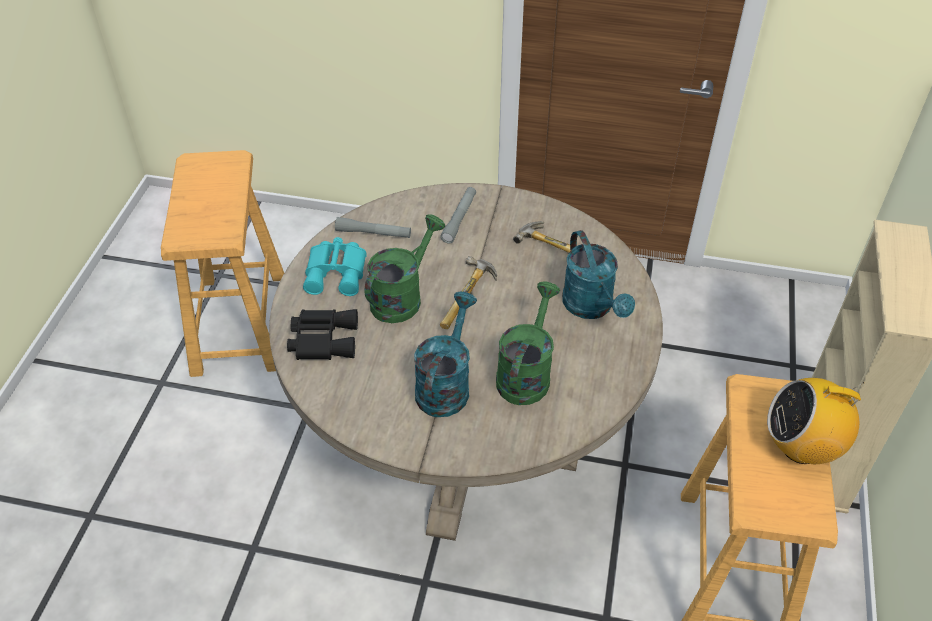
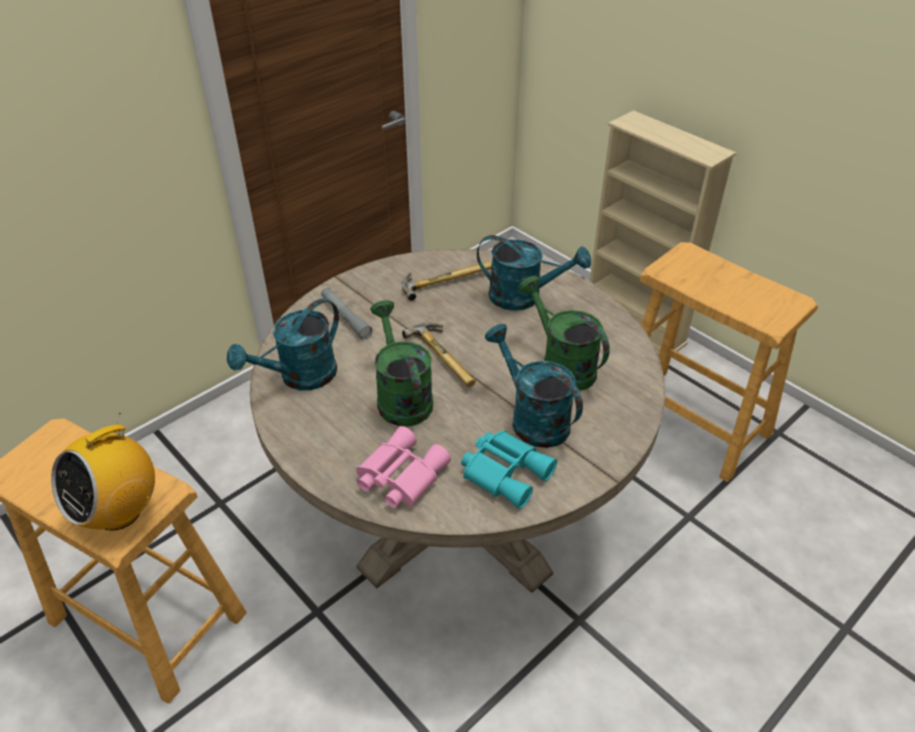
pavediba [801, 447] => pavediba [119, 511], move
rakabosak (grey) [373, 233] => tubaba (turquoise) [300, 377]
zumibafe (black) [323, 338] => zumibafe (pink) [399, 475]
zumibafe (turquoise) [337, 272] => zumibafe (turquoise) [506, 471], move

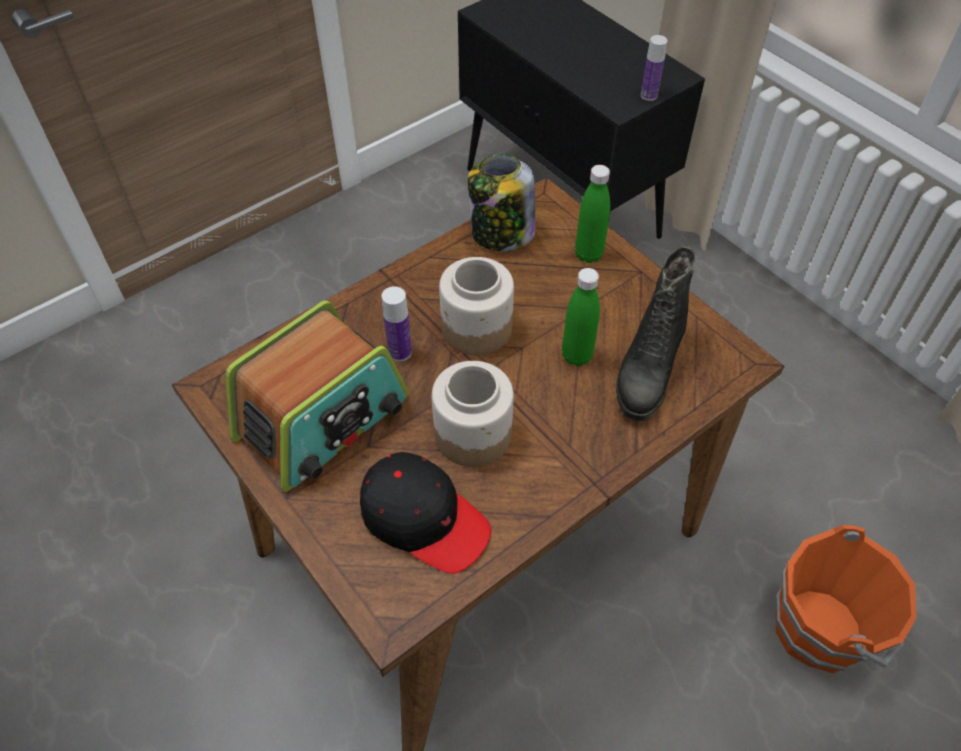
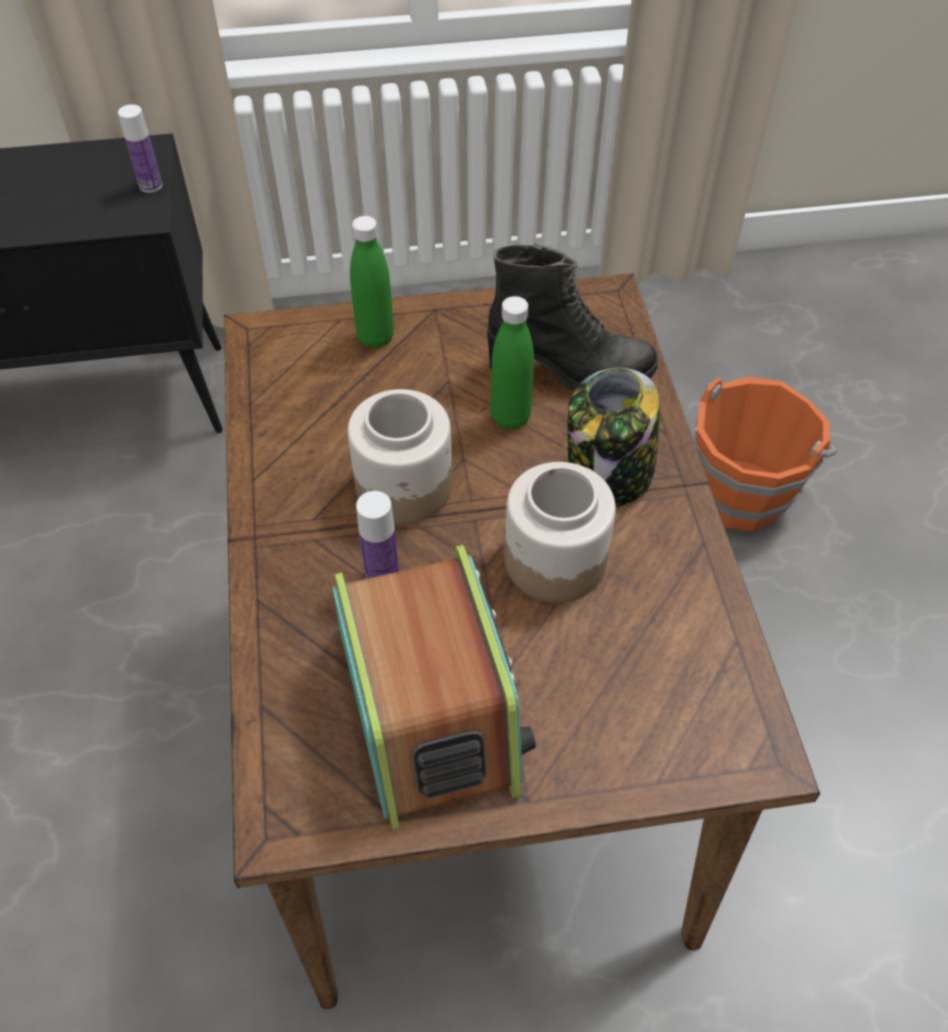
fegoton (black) [646, 371] => fegoton (black) [571, 372], 45 degrees counterclockwise
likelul [501, 234] => likelul [609, 475], move
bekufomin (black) [424, 519] => nothing

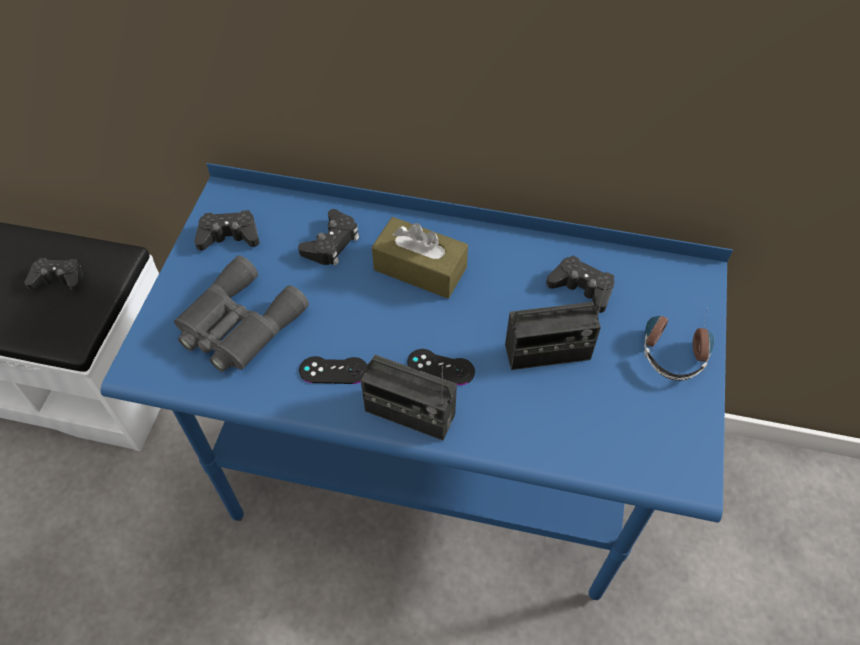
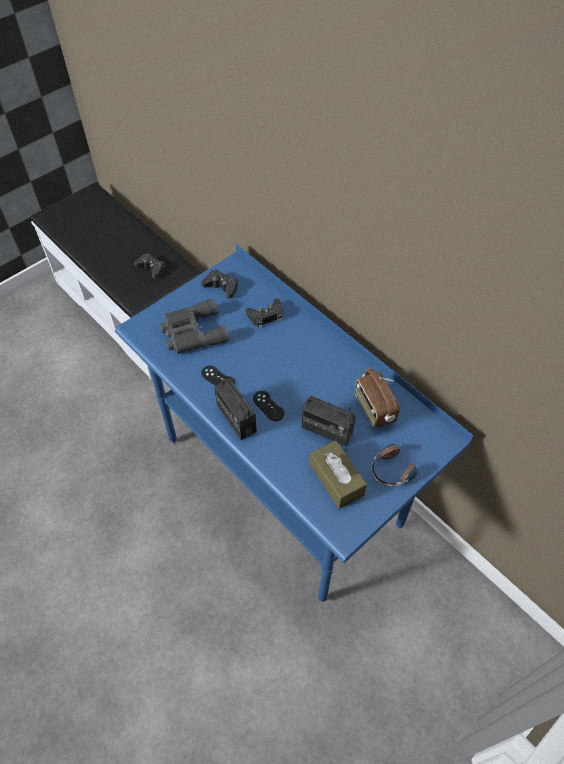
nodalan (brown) [420, 269] => nodalan (brown) [336, 479], move
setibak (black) [581, 288] => pavediba [373, 409]

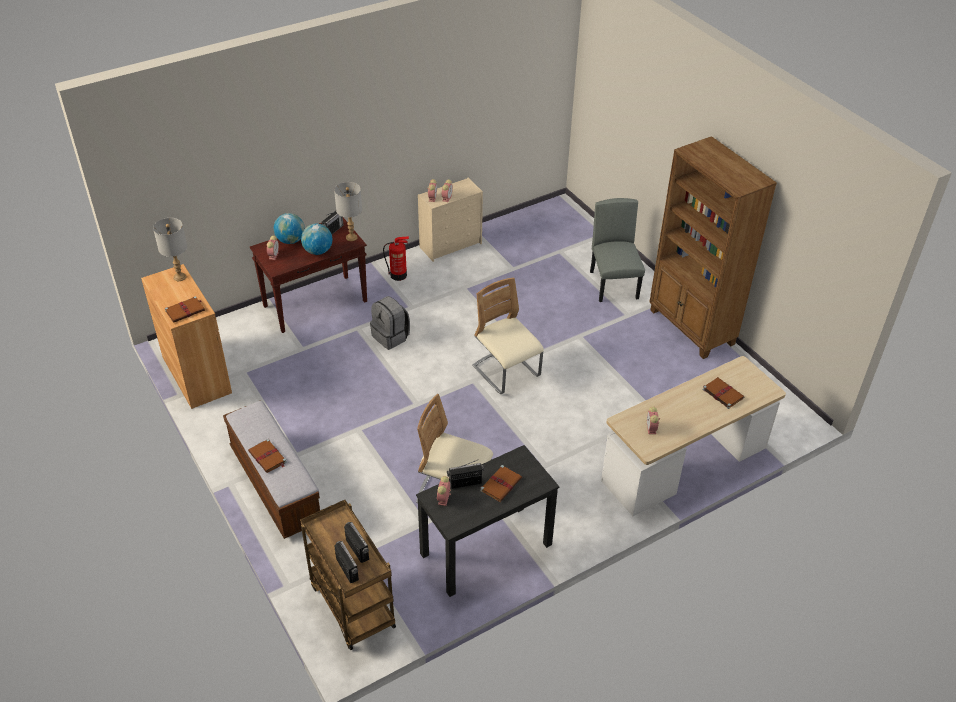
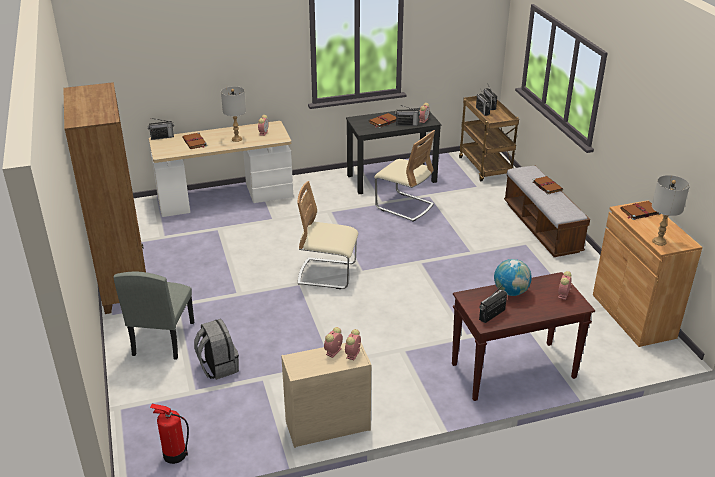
nothing => pavediba [162, 137]
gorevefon [399, 275] => gorevefon [174, 454], move
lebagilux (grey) [391, 337] => lebagilux (grey) [218, 367], move
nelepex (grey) [351, 237] => nelepex (grey) [236, 139], move
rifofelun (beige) [506, 372] => rifofelun (beige) [327, 274], 120 degrees clockwise
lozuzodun [291, 240] => nothing

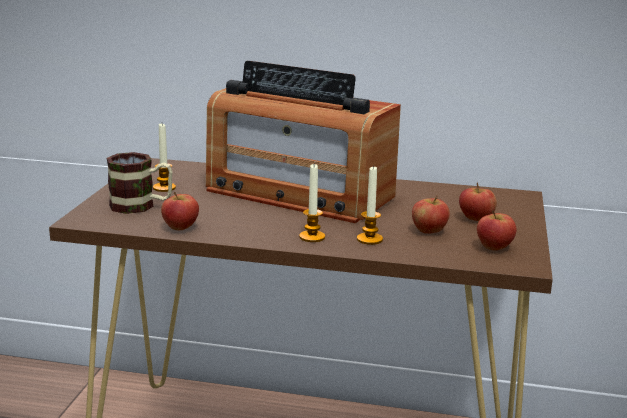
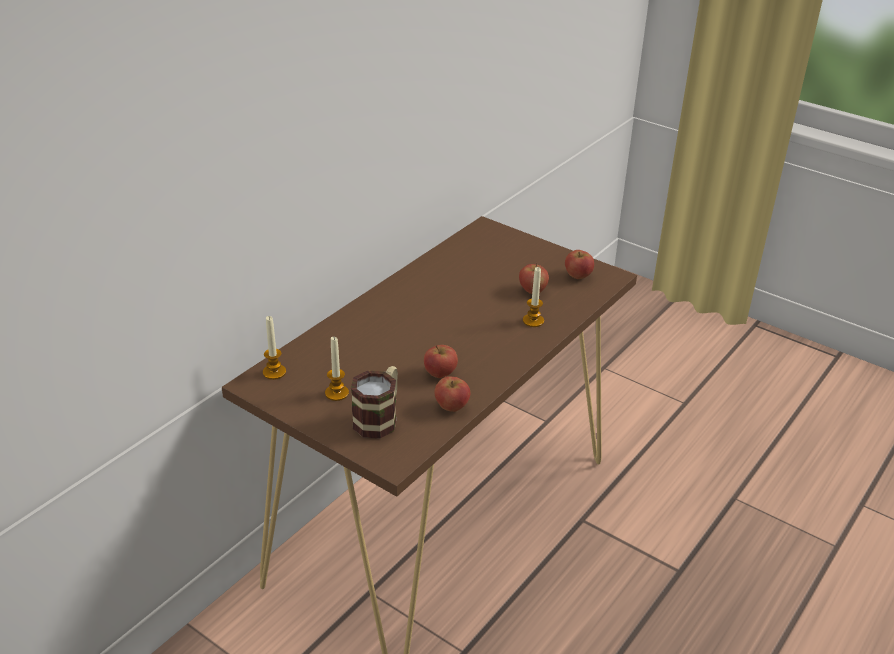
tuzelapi [312, 237] => tuzelapi [274, 372], move
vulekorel [476, 219] => vulekorel [440, 374], move
pavediba [298, 194] => nothing

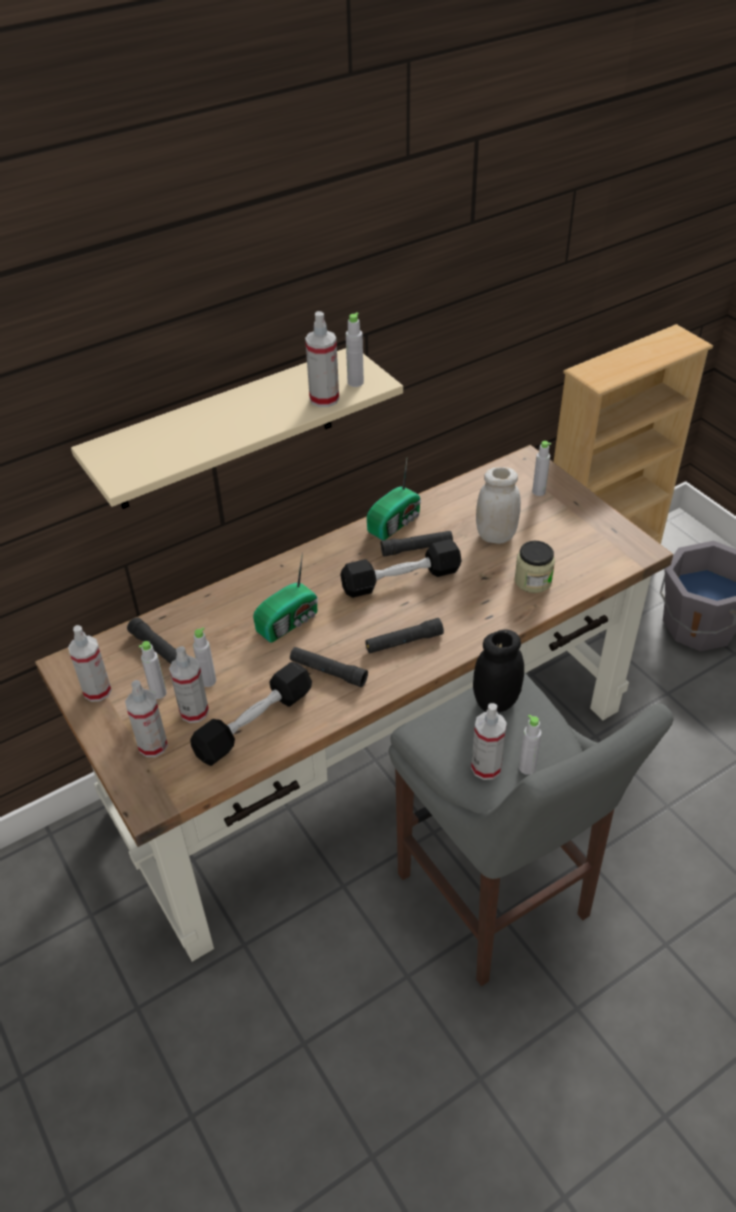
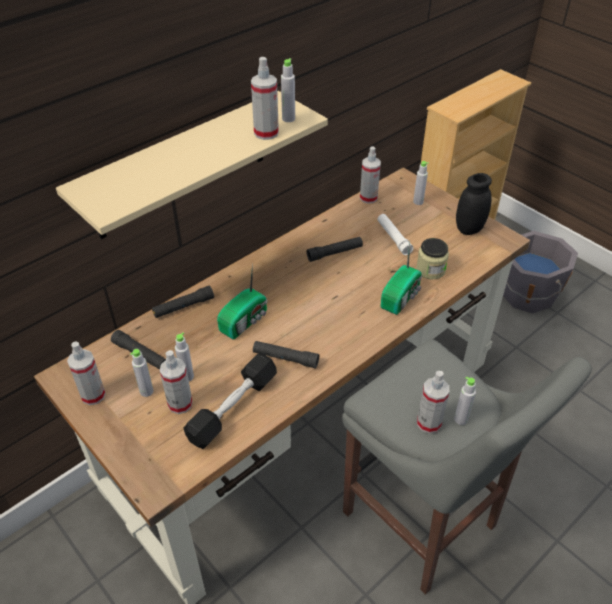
rakabosak (black) [404, 642] => rakabosak (black) [183, 307], move
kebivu [153, 745] => kebivu [368, 198], move
likelul (white) [495, 536] => rakabosak (white) [393, 238]
pavediba [396, 523] => pavediba [402, 297], move
likelul (black) [496, 702] => likelul (black) [469, 229], move
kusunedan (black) [401, 579] => nothing

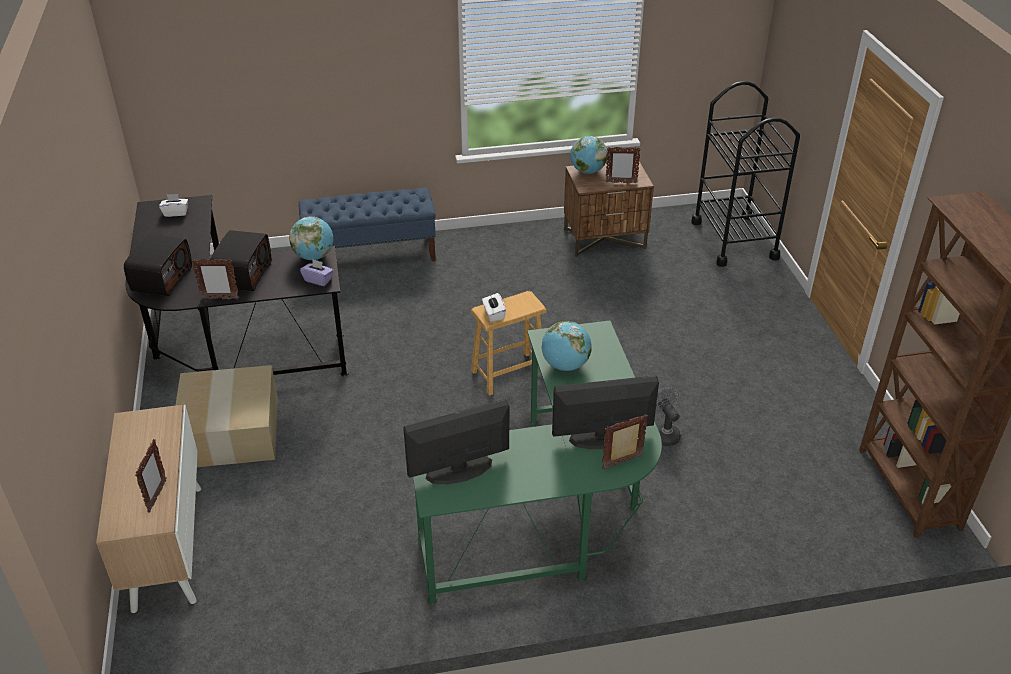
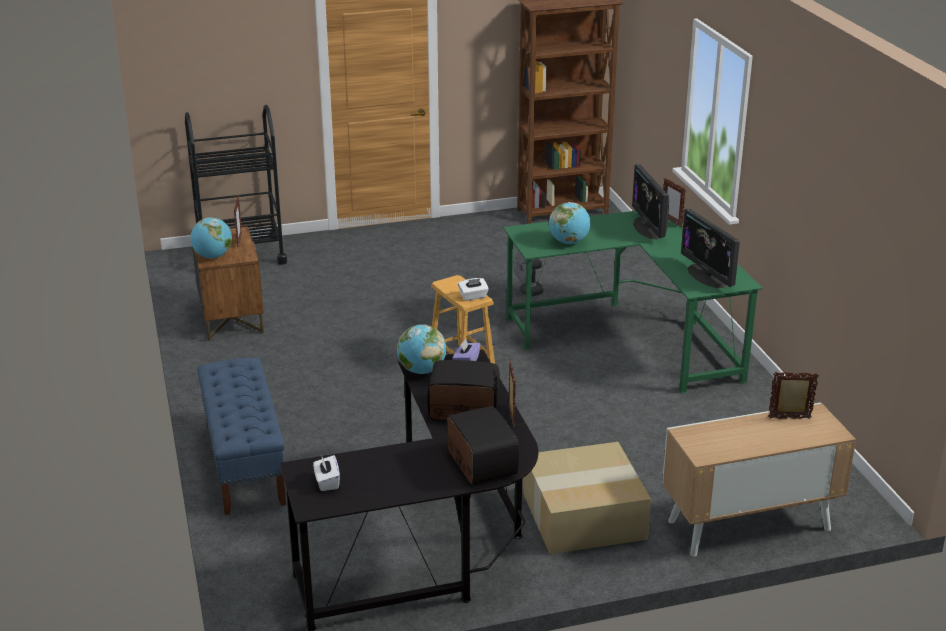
pavediba [161, 279] => pavediba [480, 463], 60 degrees clockwise

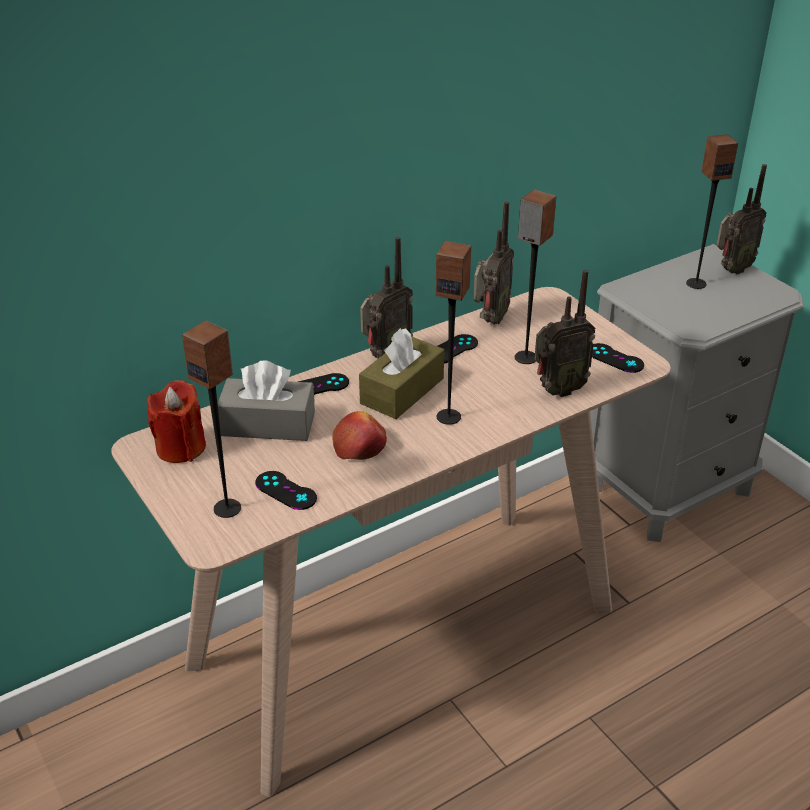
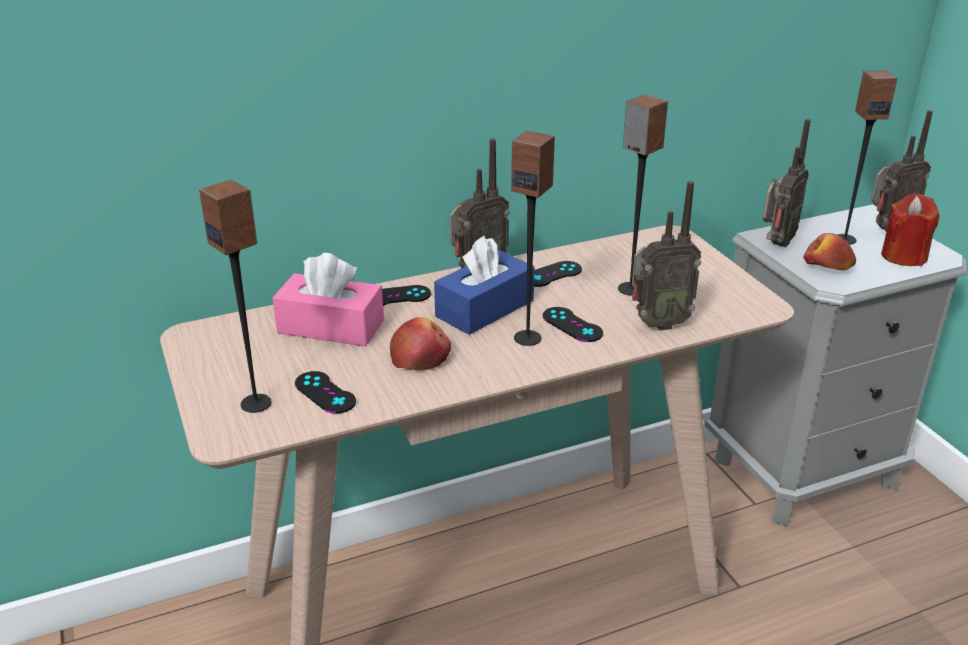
nodalan (grey) [268, 424] => nodalan (pink) [331, 327]
nodalan (brown) [402, 391] => nodalan (blue) [484, 308]
setibak (black) [615, 358] => setibak (black) [572, 325], move
pavediba [489, 320] => pavediba [775, 243], move
nothing => vulekorel [827, 266]
tuzelapi (red) [181, 447] => tuzelapi (red) [904, 256], move

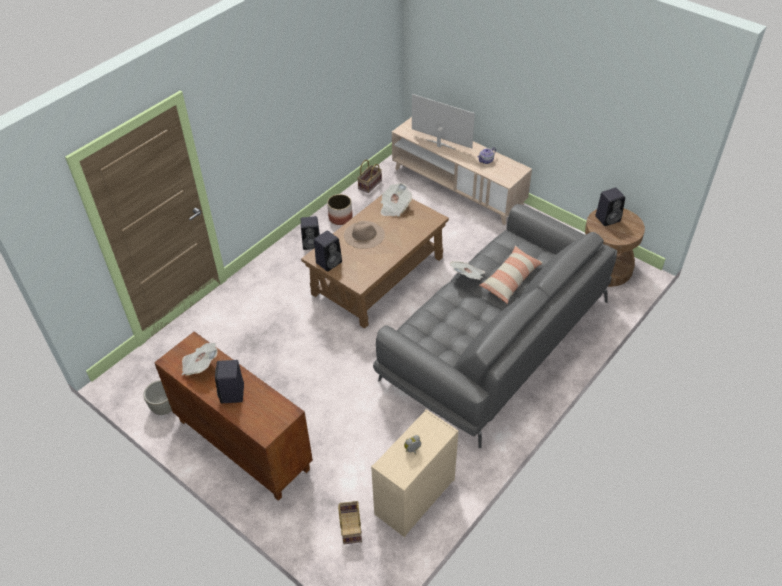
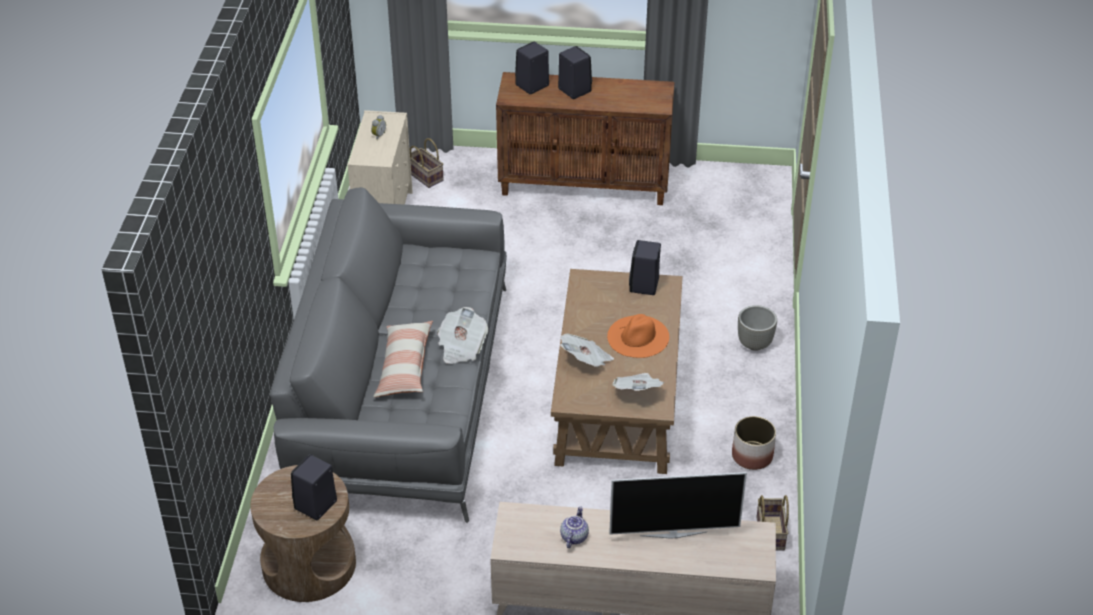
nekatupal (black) [312, 243] => nekatupal (black) [531, 86], move
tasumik [200, 365] => tasumik [586, 361], move
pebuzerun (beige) [364, 235] => pebuzerun (orange) [638, 336]
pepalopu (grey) [165, 408] => pepalopu (grey) [754, 344], move

